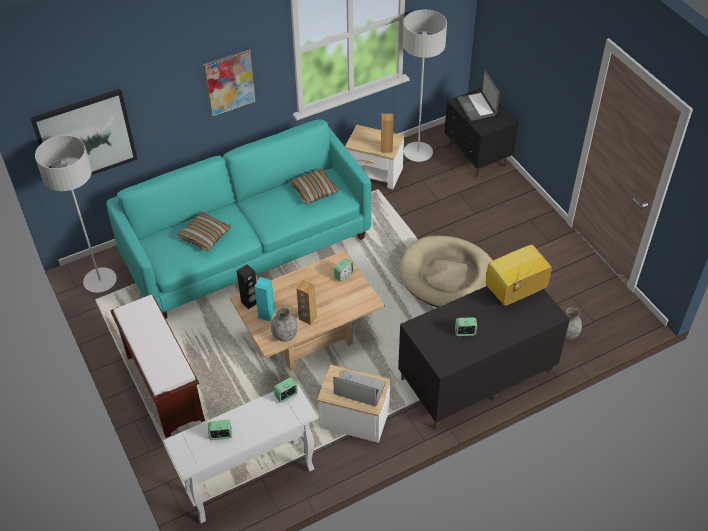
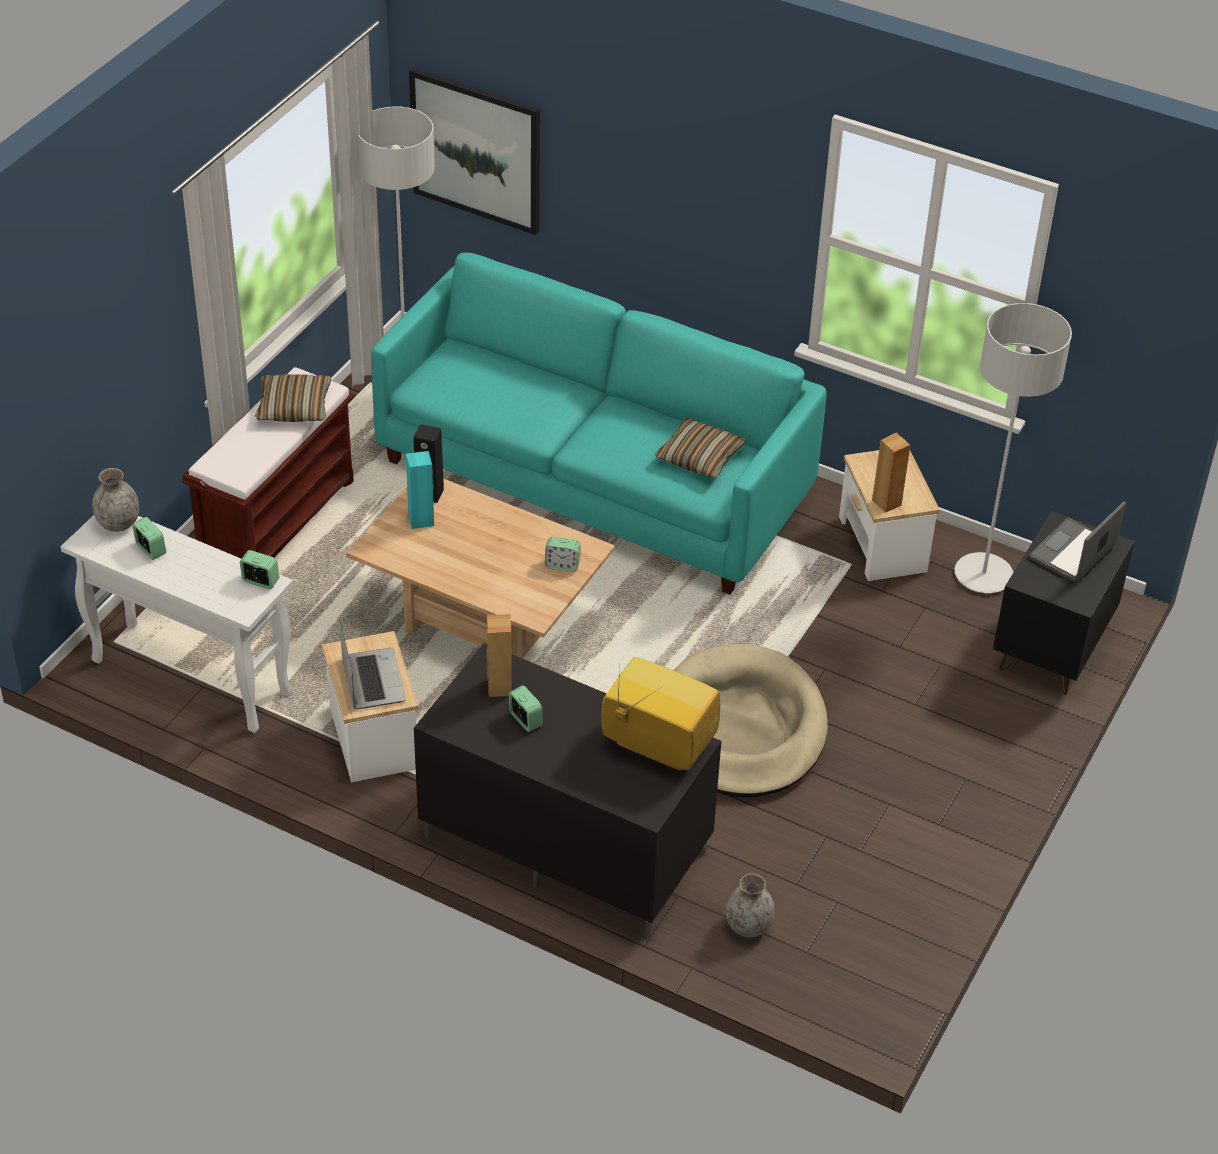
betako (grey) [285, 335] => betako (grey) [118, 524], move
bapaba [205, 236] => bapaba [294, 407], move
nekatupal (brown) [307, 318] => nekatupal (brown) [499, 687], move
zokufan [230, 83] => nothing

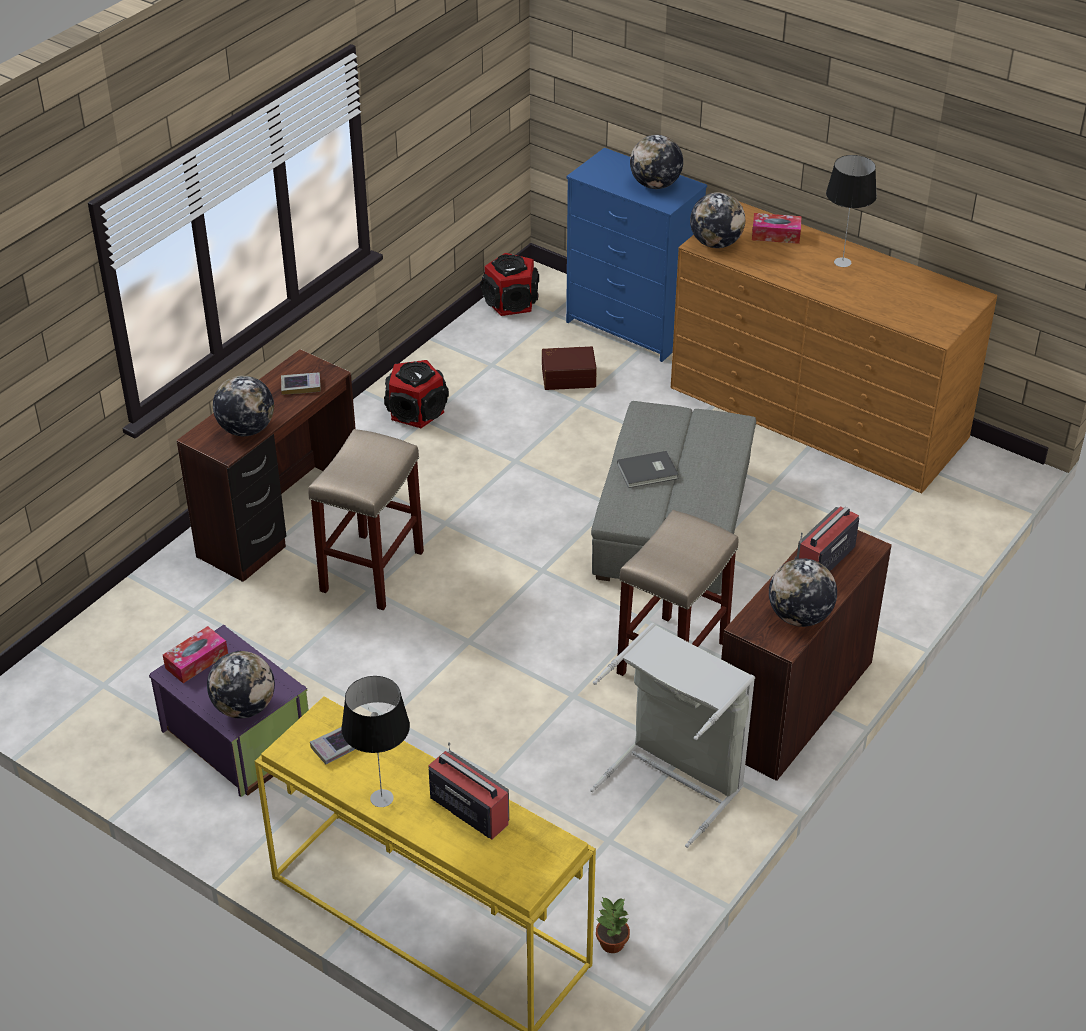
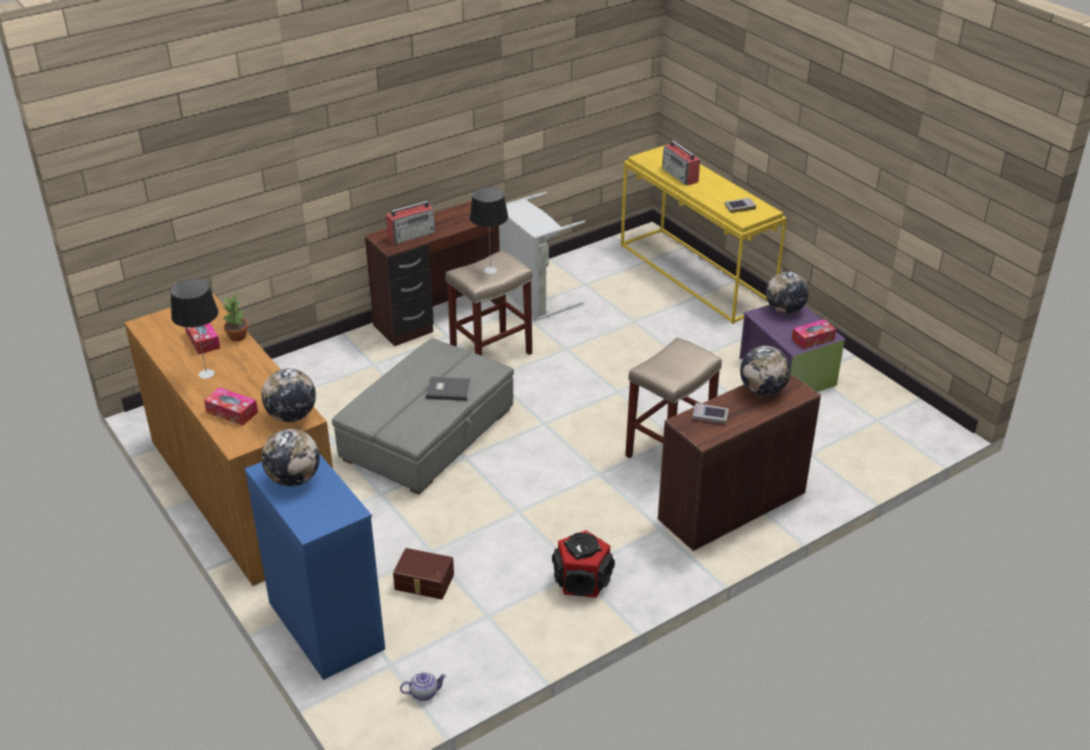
nothing => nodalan [203, 340]
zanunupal [611, 943] => zanunupal [238, 336], move
nekatupal [512, 302] => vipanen [424, 693]
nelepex [382, 798] => nelepex [490, 270], move
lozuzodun [799, 616] => nothing

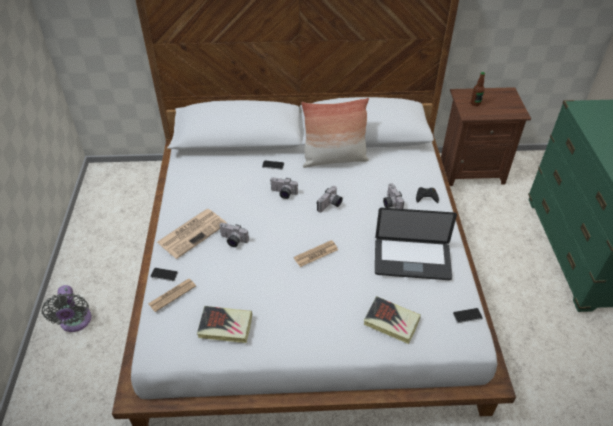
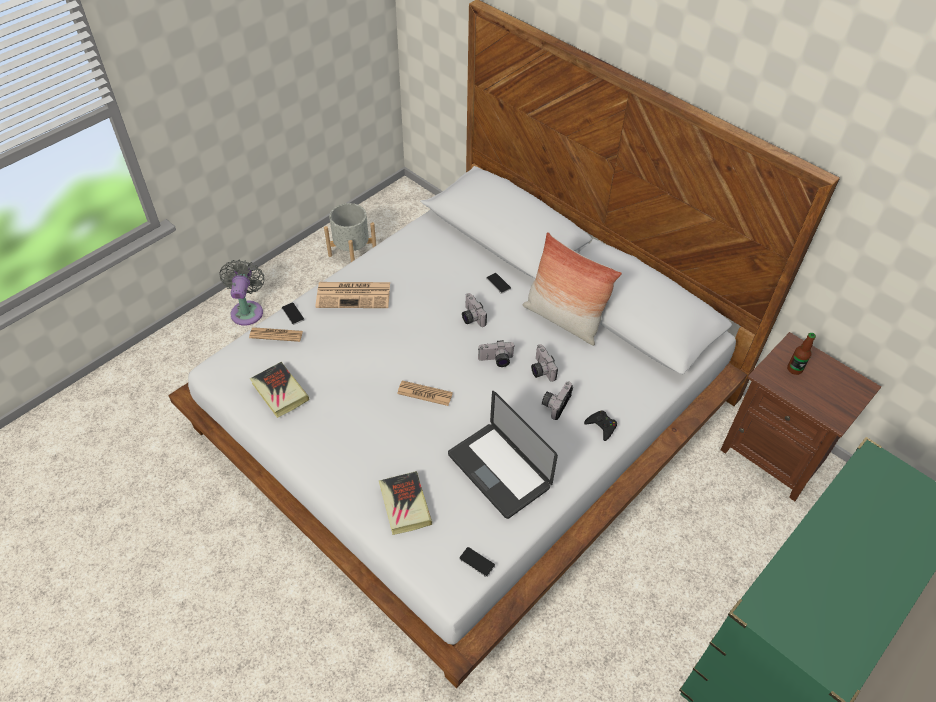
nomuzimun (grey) [75, 322] => nomuzimun (grey) [247, 310], 150 degrees clockwise
nothing => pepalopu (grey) [352, 253]
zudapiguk [232, 241] => zudapiguk [540, 370], move

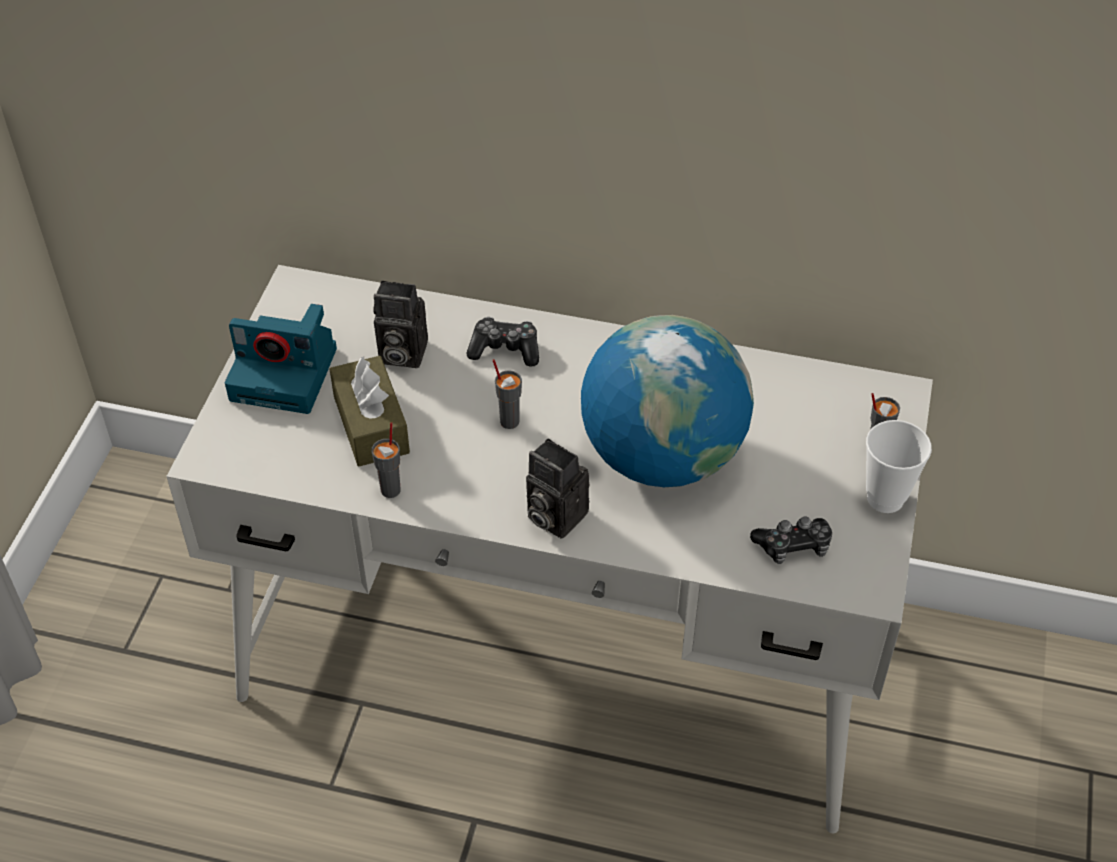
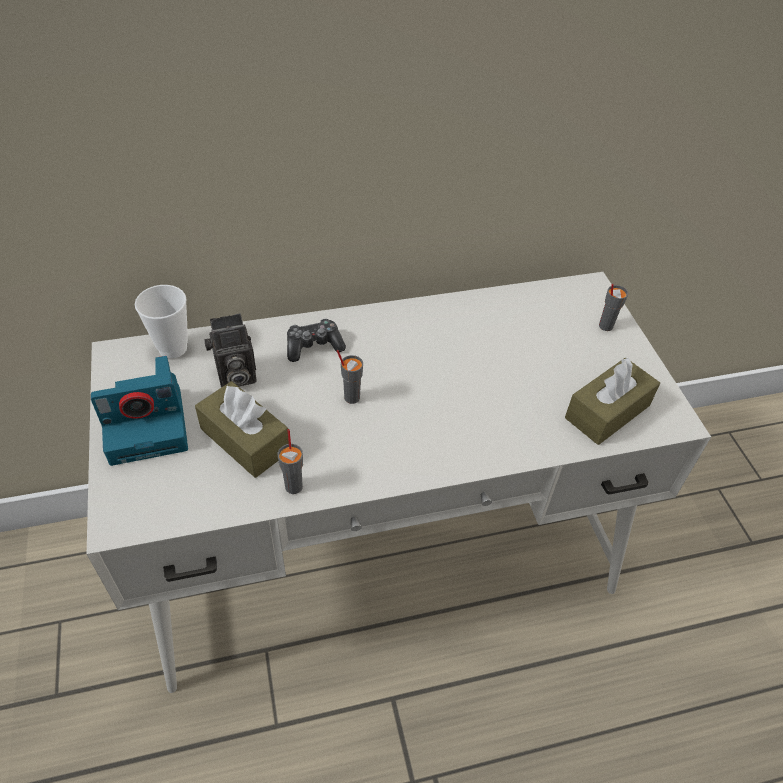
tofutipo [885, 498] => tofutipo [173, 348], move
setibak [793, 546] => nodalan (brown) [607, 412]
zudapiguk [553, 515] => nothing
lozuzodun [662, 456] => nothing

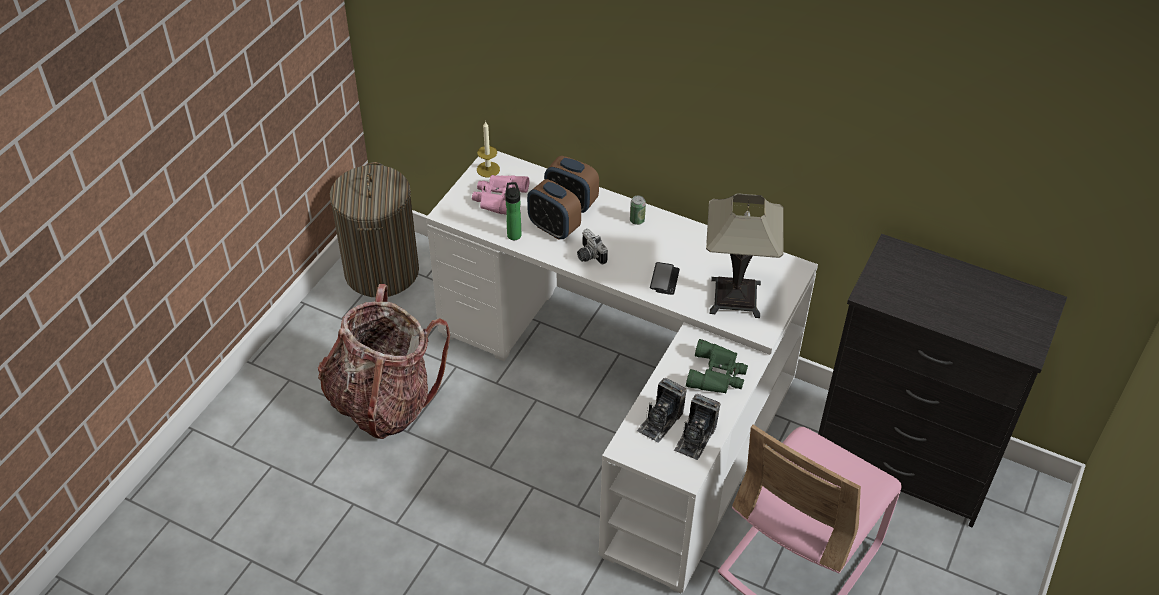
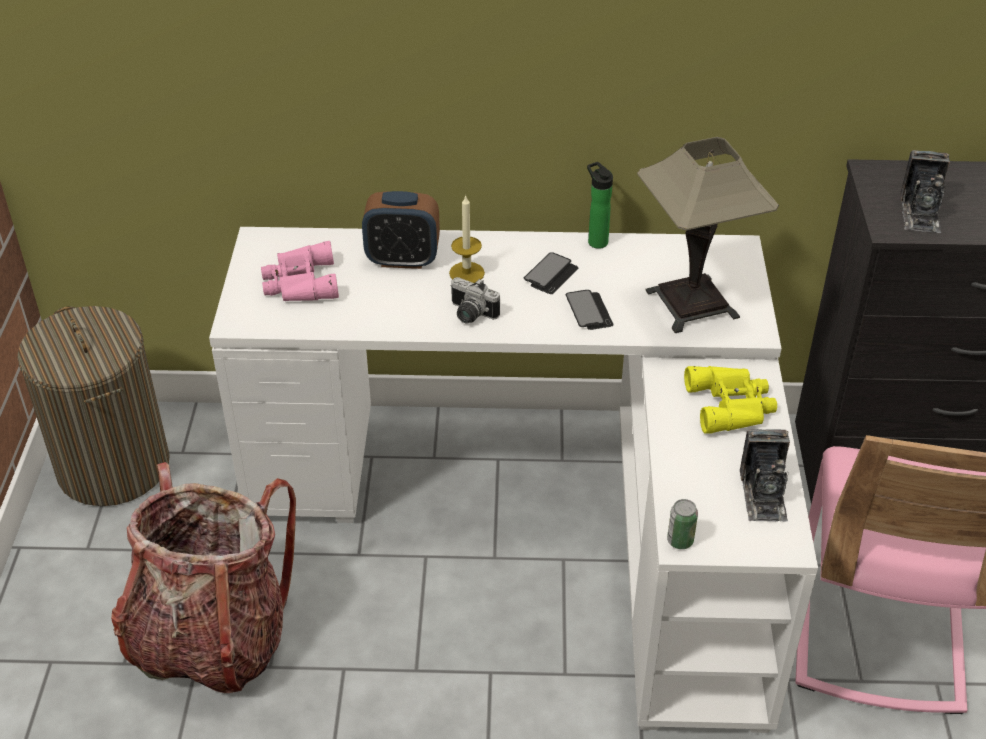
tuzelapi [488, 169] => tuzelapi [466, 273], move
nothing => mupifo [551, 275]
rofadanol [514, 233] => rofadanol [596, 241], move
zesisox [637, 220] => zesisox [680, 541], move
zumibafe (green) [718, 374] => zumibafe (yellow) [732, 405]
zudapiguk [660, 421] => zudapiguk [920, 212], move
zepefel [554, 228] => nothing

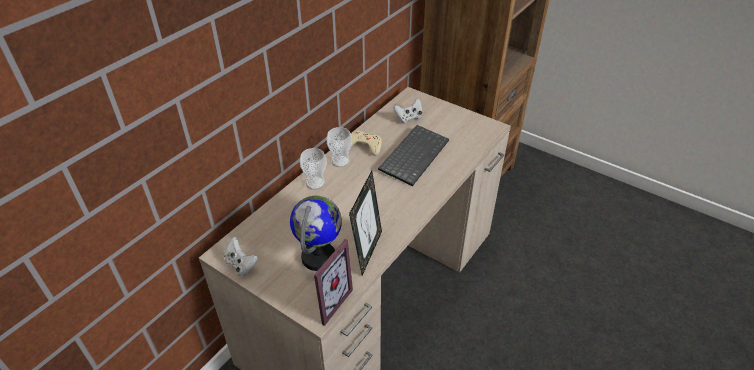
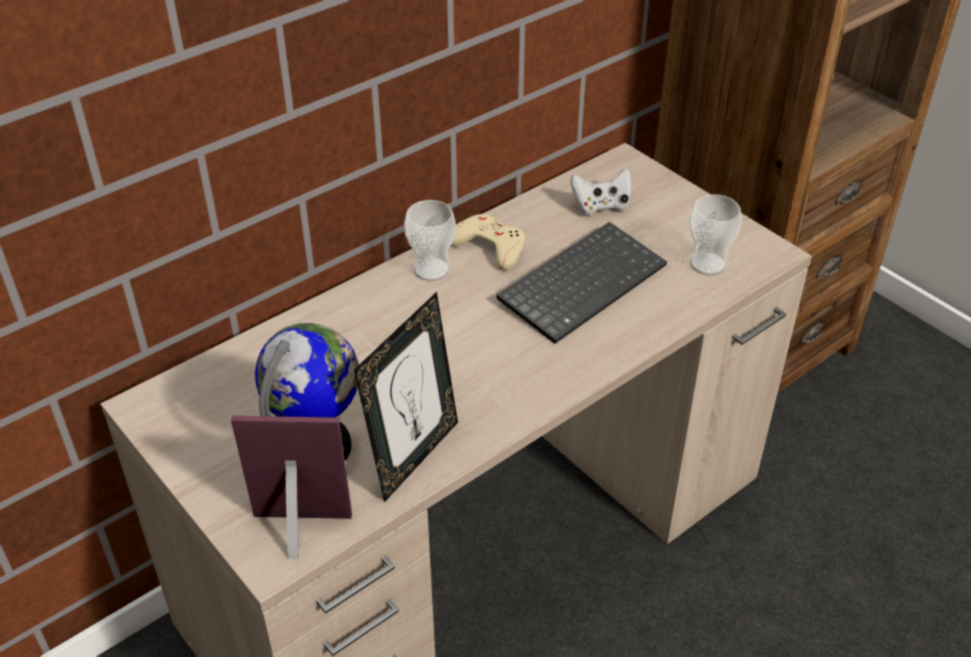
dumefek [327, 301] => dumefek [299, 535], 135 degrees counterclockwise
tofutipo [315, 183] => tofutipo [707, 264], move
setibak (white) [240, 265] => nothing

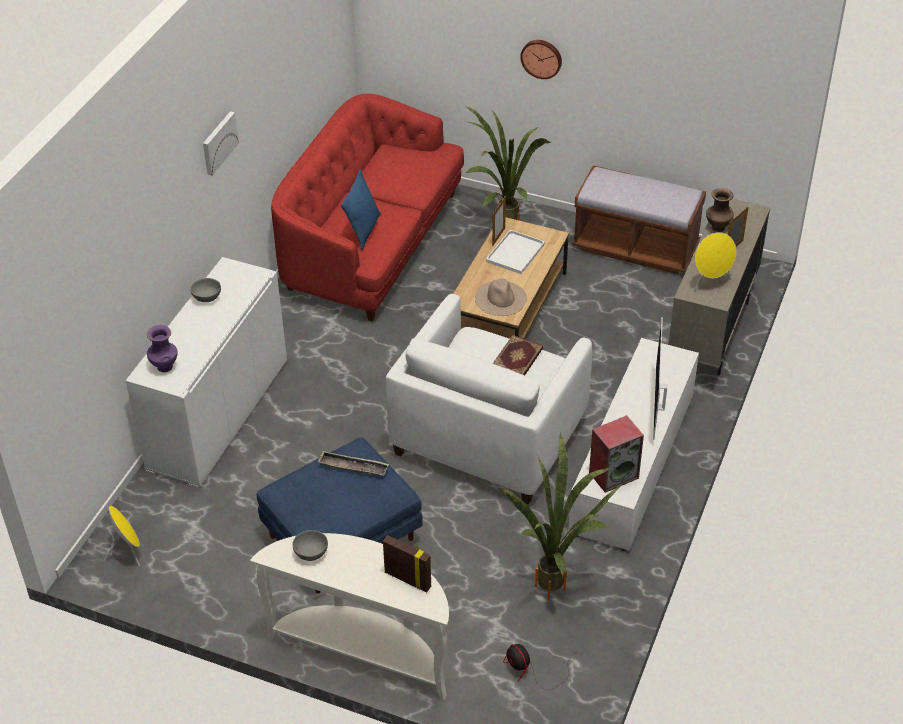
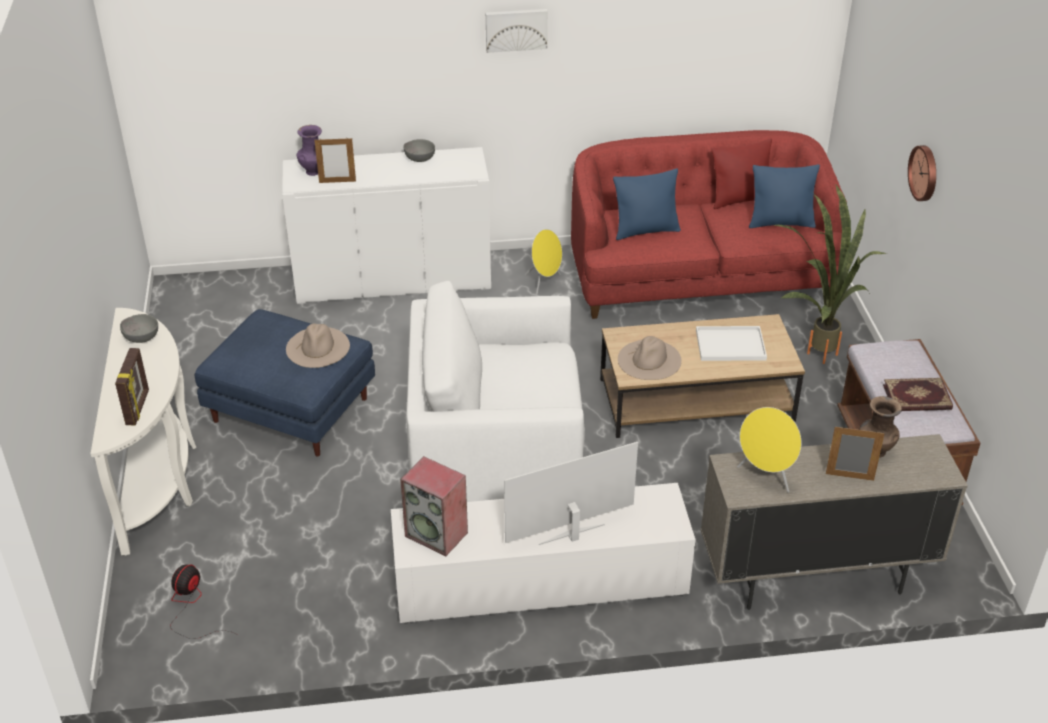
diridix [353, 467] => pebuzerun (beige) [318, 347]
dumefek [498, 237] => dumefek [337, 182], move
nekatupal (yellow) [127, 552] => nekatupal (yellow) [544, 283], move
nothing => bapaba (red) [740, 199]
nothing => bapaba (blue) [780, 223]
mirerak [518, 359] => mirerak [917, 398], move
zanunupal [559, 586] => nothing

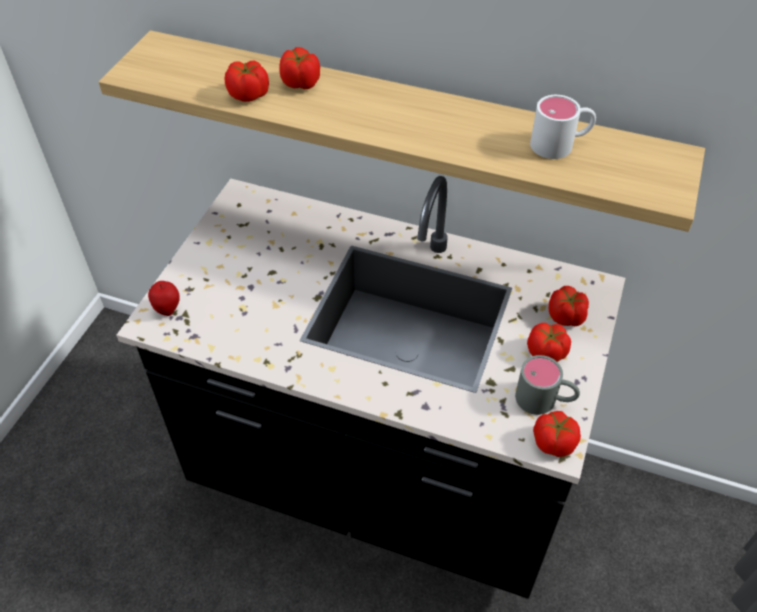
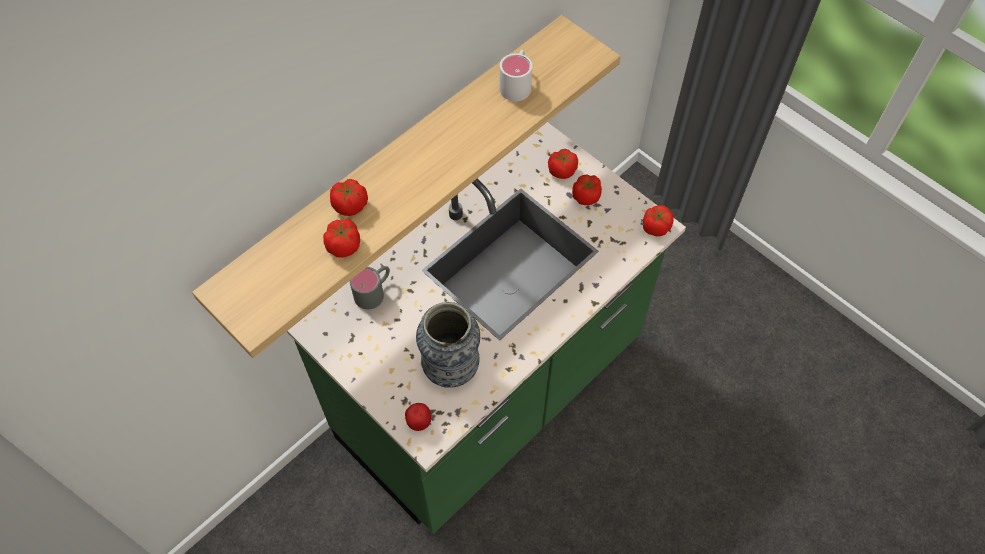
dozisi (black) [378, 480] => dozisi (green) [492, 393]
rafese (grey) [545, 400] => rafese (grey) [374, 291], move
nothing => betako [451, 369]

